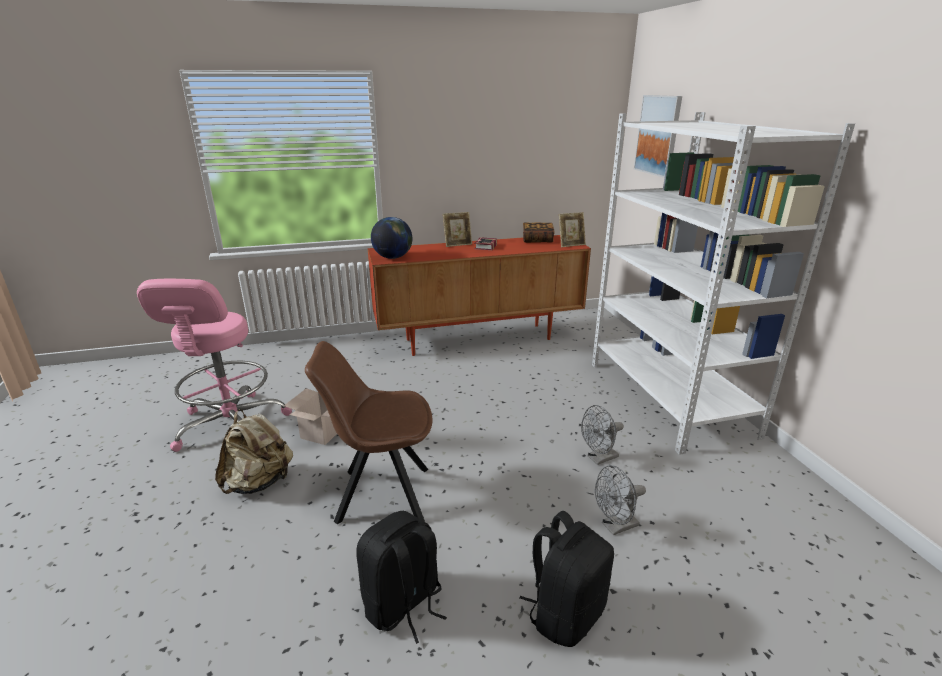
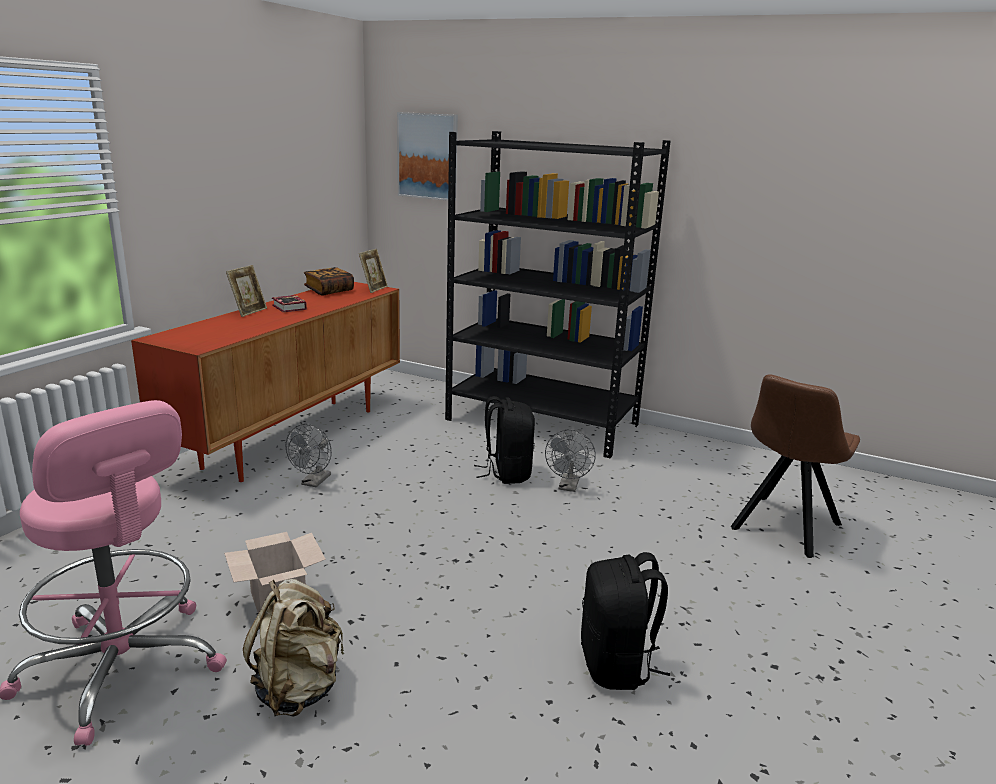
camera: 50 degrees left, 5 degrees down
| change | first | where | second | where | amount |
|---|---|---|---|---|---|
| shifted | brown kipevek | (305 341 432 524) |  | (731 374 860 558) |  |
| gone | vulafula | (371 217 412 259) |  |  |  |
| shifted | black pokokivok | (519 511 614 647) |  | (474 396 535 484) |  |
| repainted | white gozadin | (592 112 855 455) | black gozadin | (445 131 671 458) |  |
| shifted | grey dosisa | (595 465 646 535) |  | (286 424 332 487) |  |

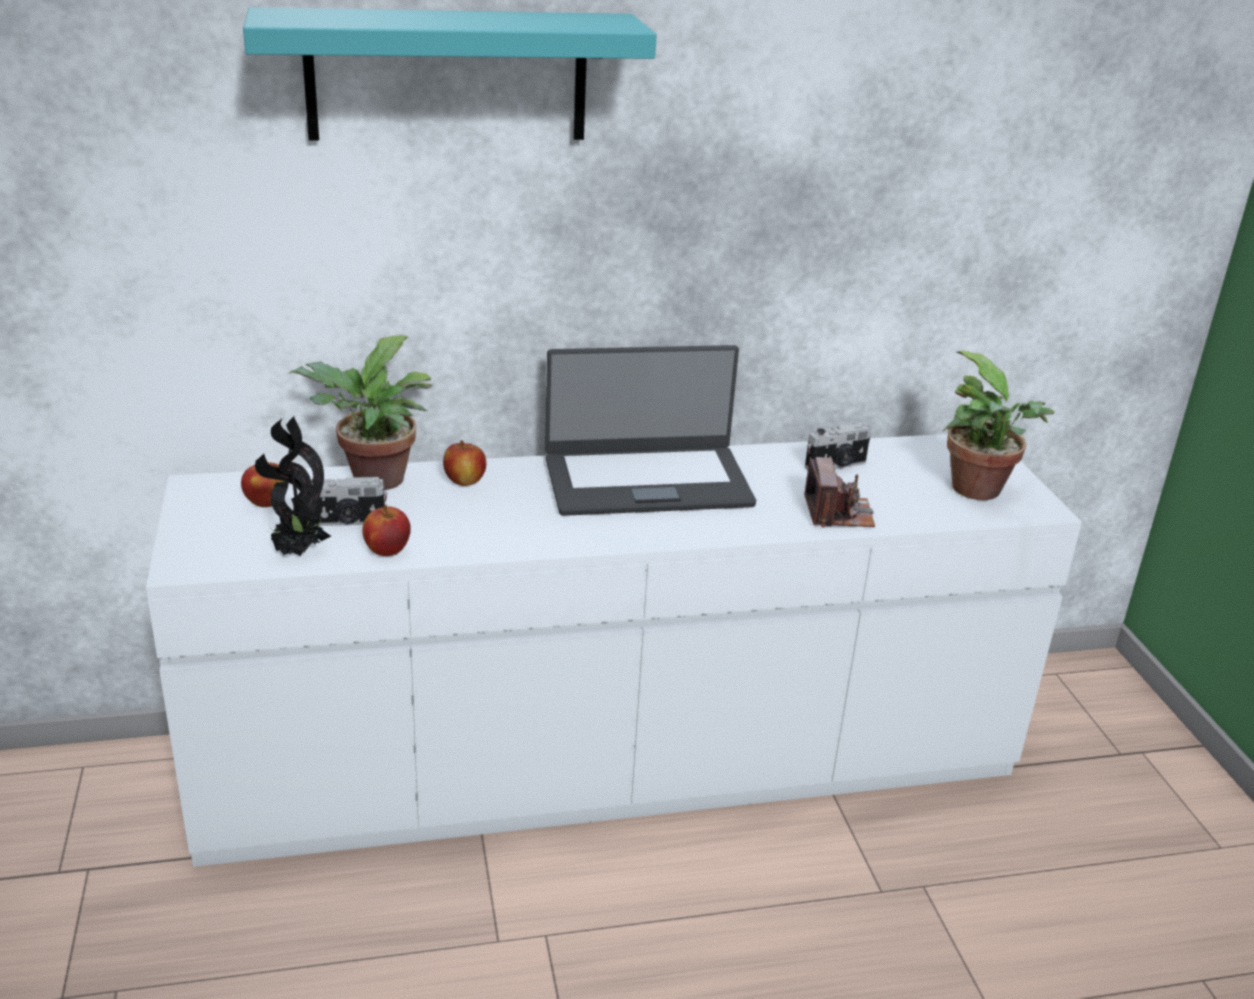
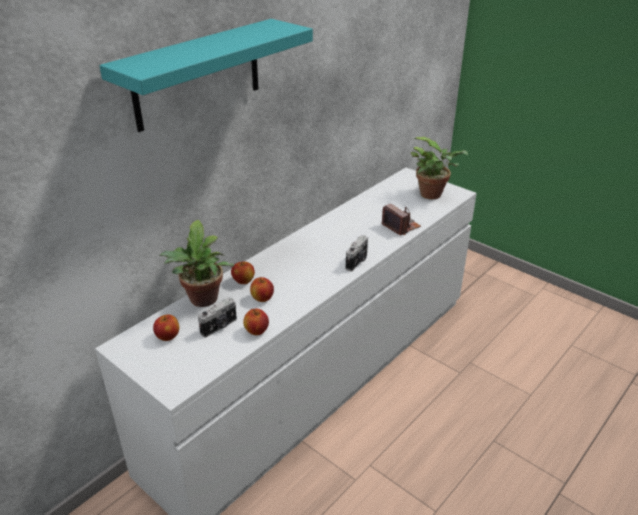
camera: 35 degrees left, 5 degrees up
| change | first | where | second | where | amount |
|---|---|---|---|---|---|
| gone | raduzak | (255 416 331 556) |  |  |  |
| gone | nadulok | (545 345 756 516) |  |  |  |
| shifted | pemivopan | (805 422 871 470) |  | (346 235 368 272) |  |
| new |  |  | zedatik | (250 277 274 302) |  |

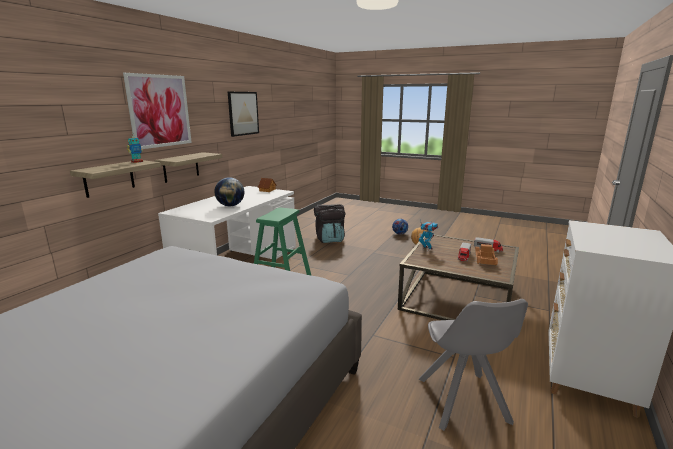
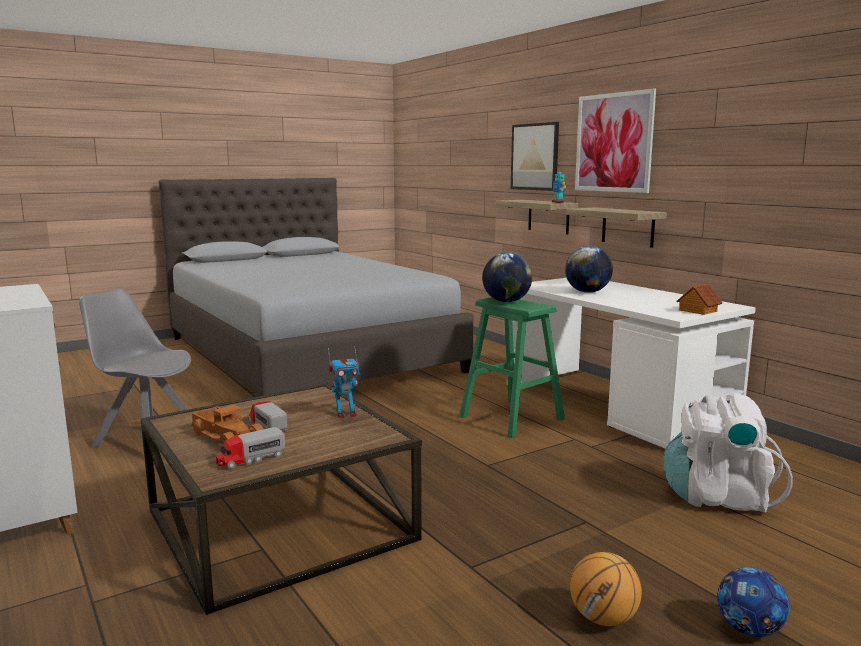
camera: 120 degrees right, 5 degrees down
| change | first | where | second | where | amount |
|---|---|---|---|---|---|
| shifted | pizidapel | (228 92 259 137) |  | (511 122 559 191) |  |
| repainted | black pokokivok | (314 204 345 243) | white pokokivok | (663 393 793 513) |  |
| new |  |  | vulafula | (482 252 532 302) |  |

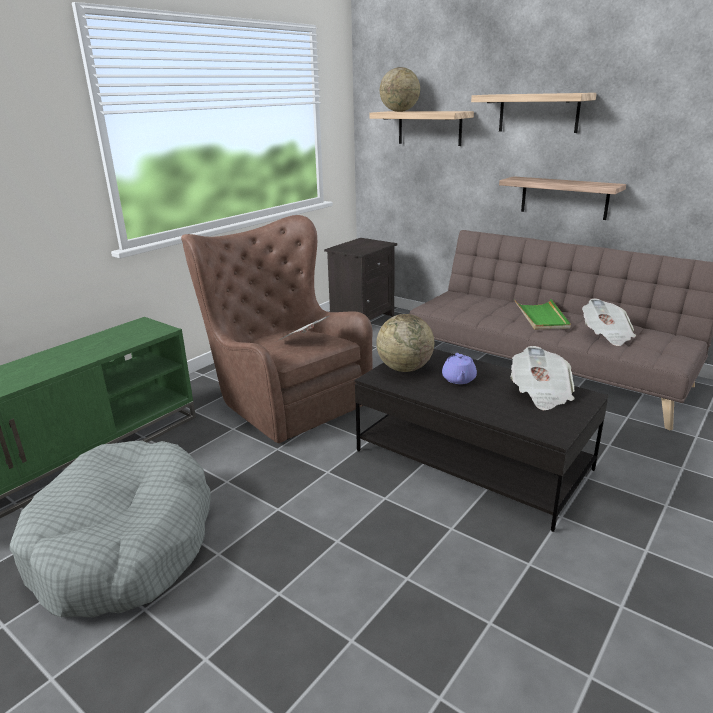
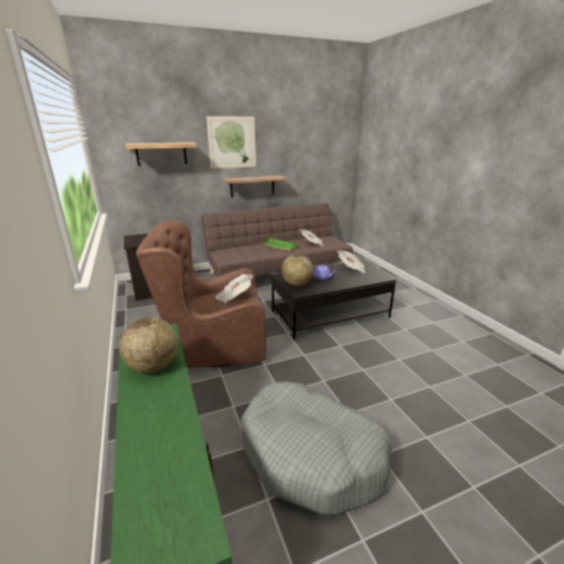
camera: 60 degrees left, 0 degrees up
| change | first | where | second | where | amount |
|---|---|---|---|---|---|
| shifted | vulafula | (380 67 420 112) |  | (119 317 178 373) |  |
| swapped | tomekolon | (471 93 597 133) | pizidapel | (206 116 256 168) |  |

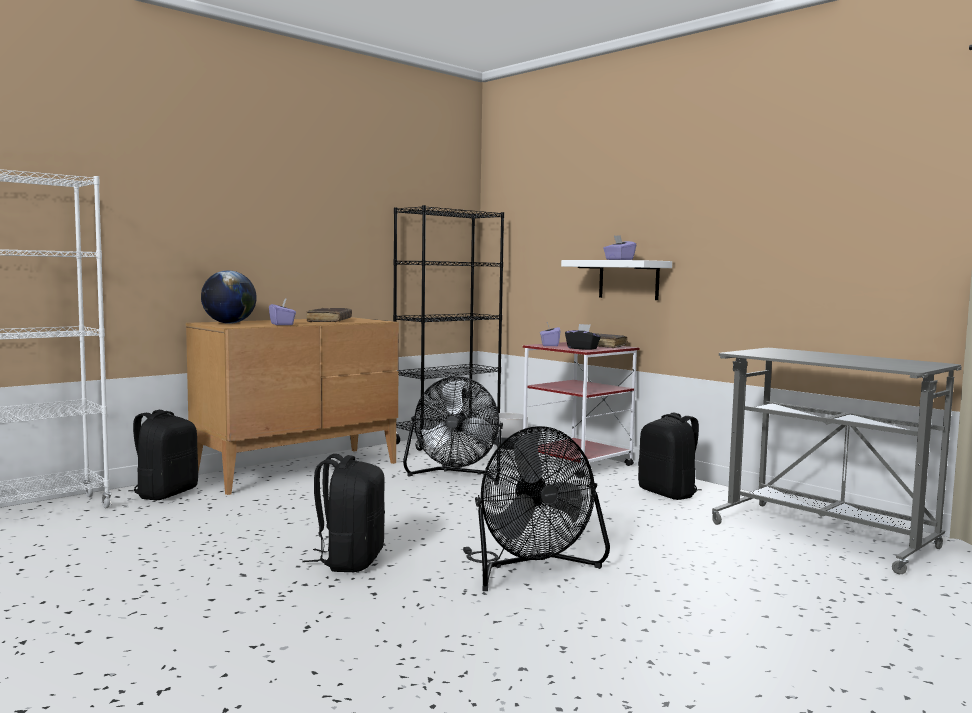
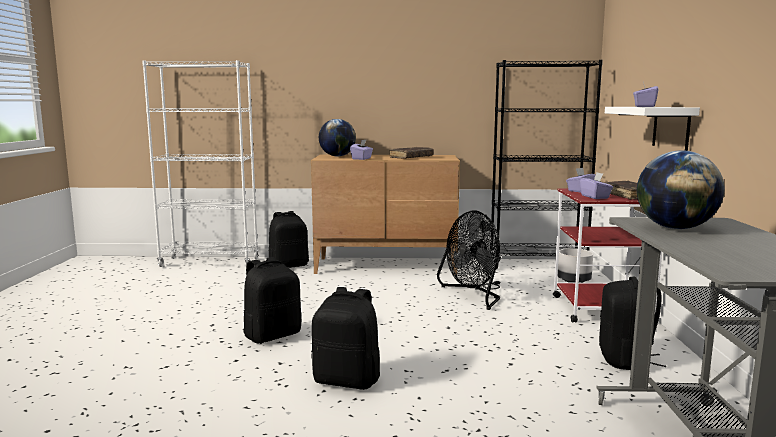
camera: 45 degrees right, 5 degrees up
| change | first | where | second | where | amount |
|---|---|---|---|---|---|
| swapped | black dosisa | (463 426 610 591) | black pokokivok | (311 287 380 390) |  |
| repainted | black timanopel | (565 324 601 350) | purple timanopel | (579 173 613 199) |  |
| new |  |  | vulafula | (637 150 725 229) |  |

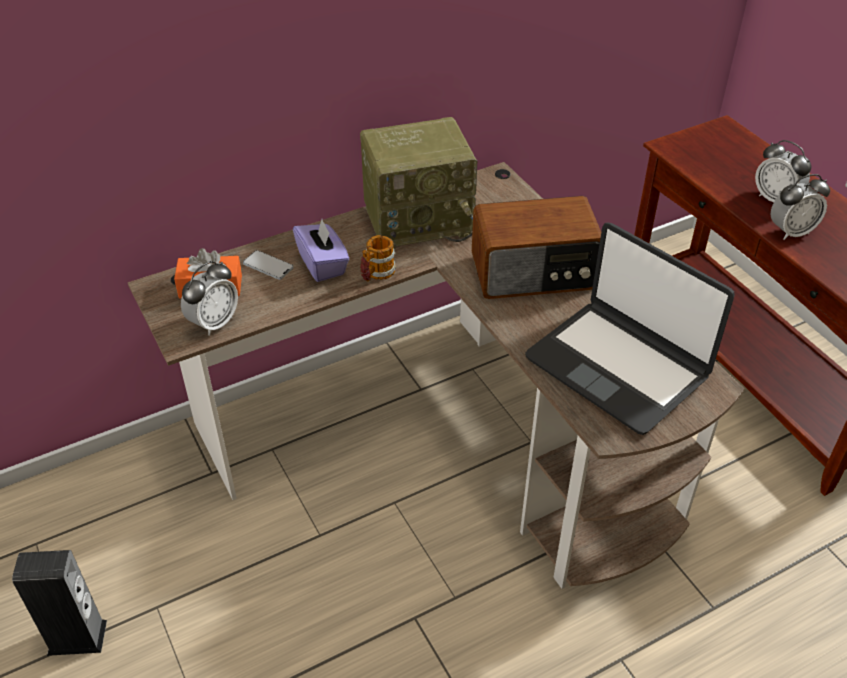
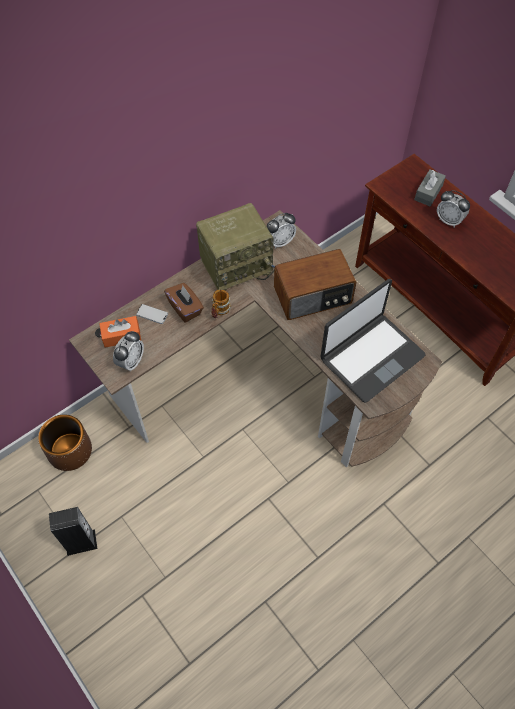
camera: 10 degrees left, 15 degrees up
| change | first | where | second | where | amount |
|---|---|---|---|---|---|
| repainted | purple timanopel | (293 219 349 282) | brown timanopel | (164 283 204 323) |  |
| rotated | nadulok | (525 222 735 435) |  | (320 279 426 403) | 75 degrees counterclockwise |
| shifted | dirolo | (770 174 830 240) |  | (266 213 296 249) |  |
| new |  |  | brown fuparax | (38 414 92 471) |  |
| new |  |  | grey timanopel | (414 169 446 206) |  |

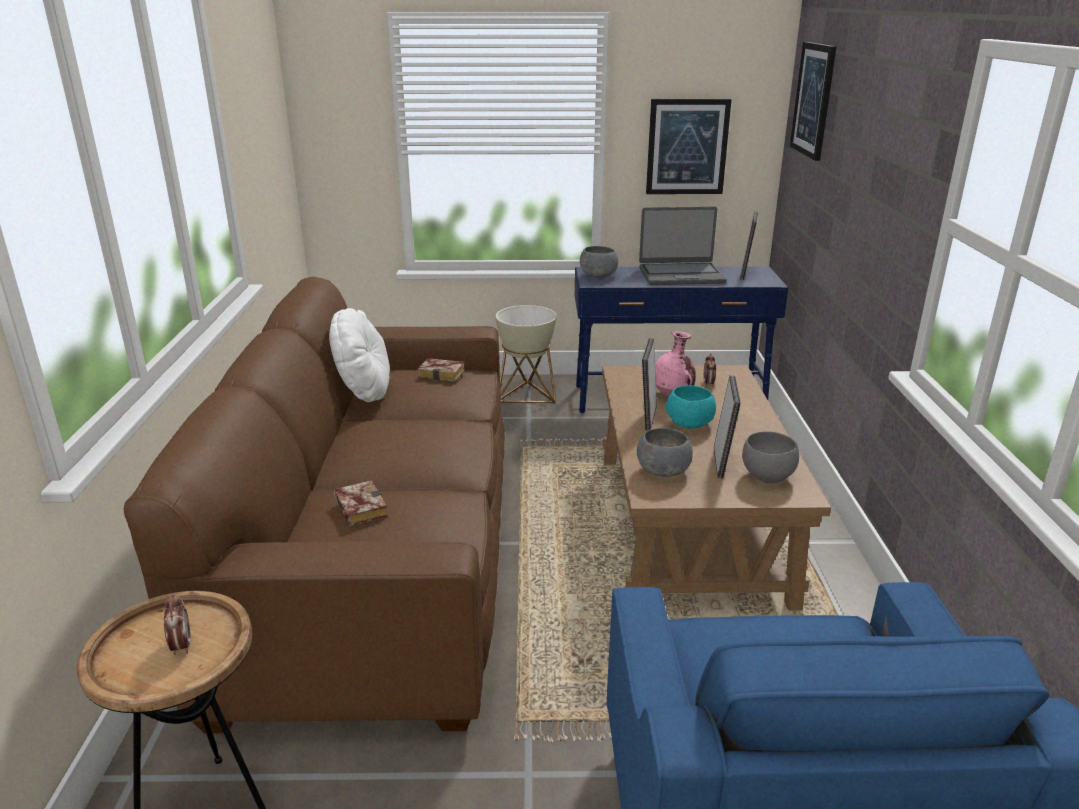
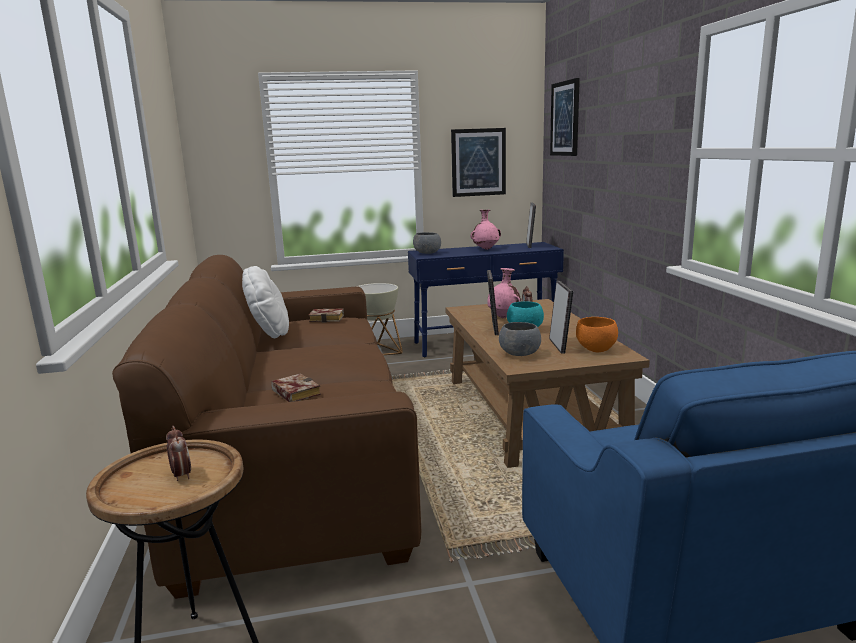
camera: 10 degrees left, 10 degrees down
| change | first | where | second | where | amount |
|---|---|---|---|---|---|
| swapped | nadulok | (639 207 726 285) | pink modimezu | (470 210 501 250) |  |
| repainted | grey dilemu | (742 431 799 483) | orange dilemu | (576 317 618 352) |  |

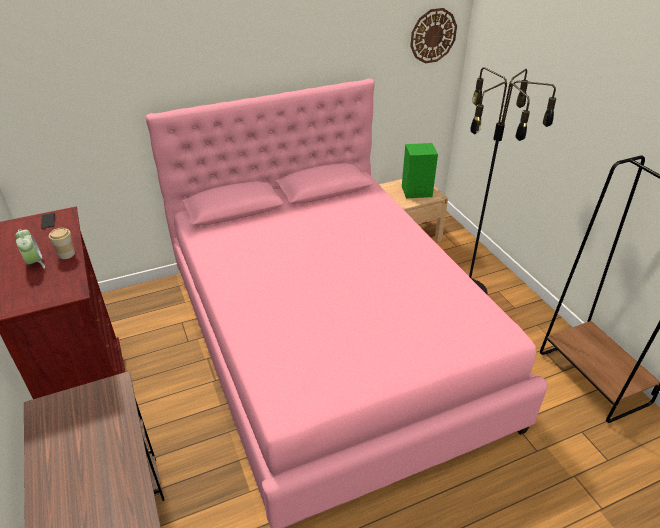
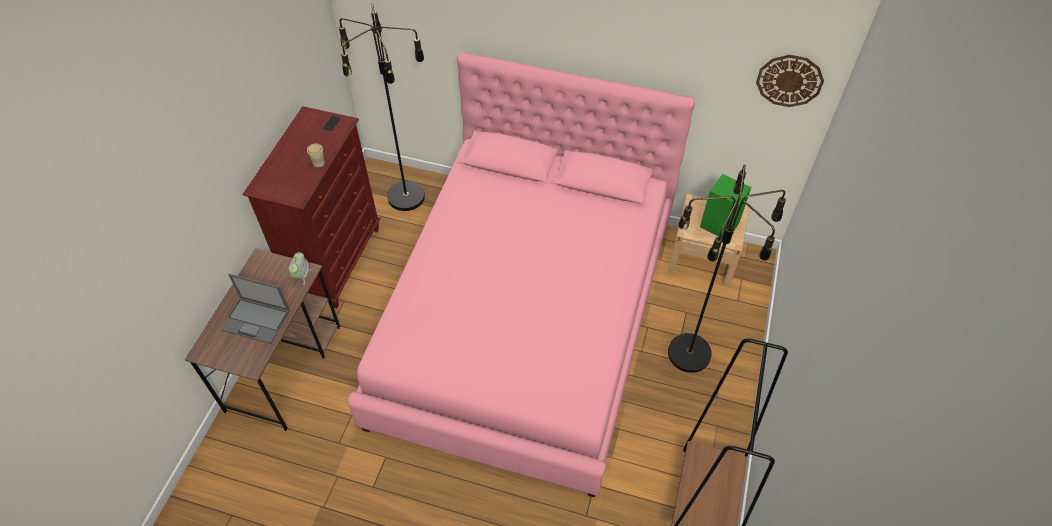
camera: 40 degrees right, 15 degrees up
| change | first | where | second | where | amount |
|---|---|---|---|---|---|
| shifted | dirolo | (16 229 45 268) |  | (288 252 311 285) |  |
| new |  |  | nadulok | (221 274 290 344) |  |
| new |  |  | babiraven | (339 3 425 211) |  |

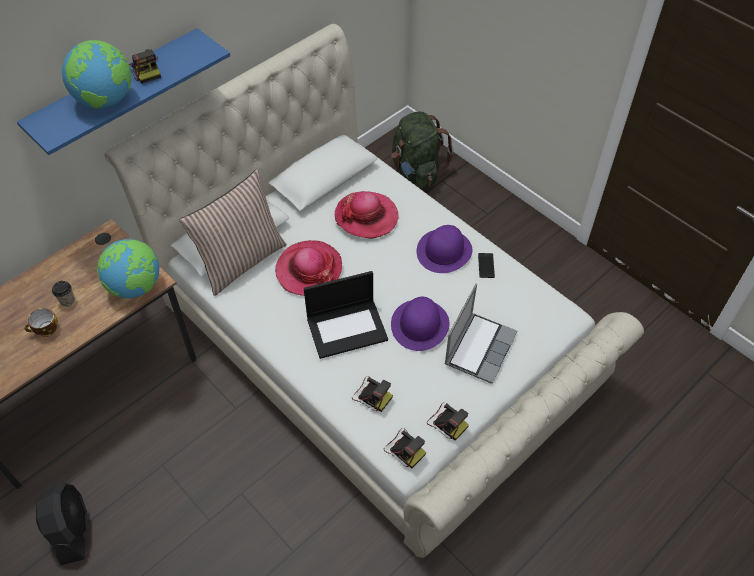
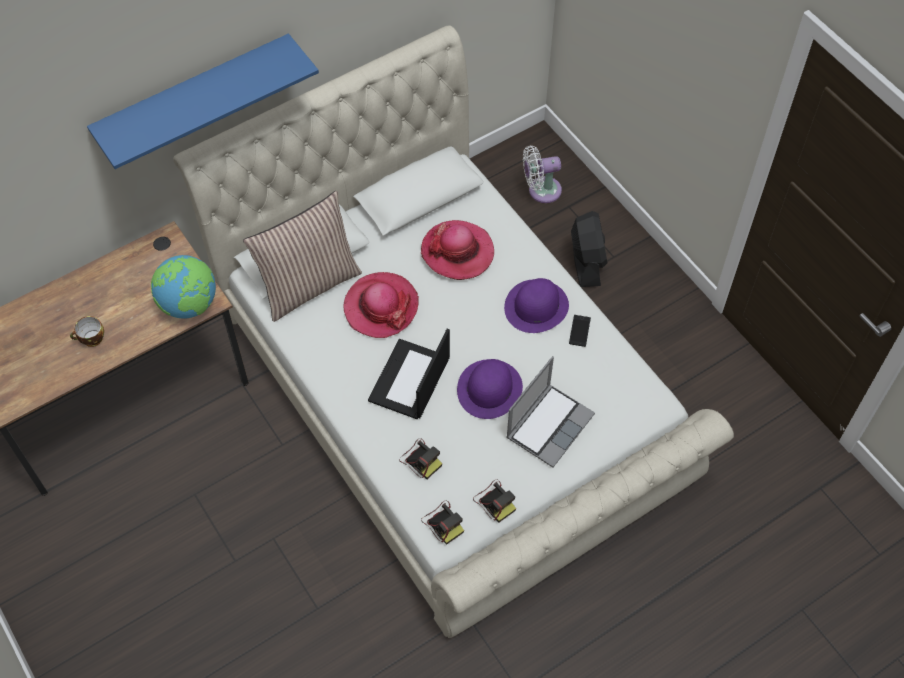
camera: 10 degrees right, 5 degrees up
| change | first | where | second | where | amount |
|---|---|---|---|---|---|
| shifted | black dosisa | (36 483 88 565) |  | (571 211 607 287) |  |
| gone | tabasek | (52 281 75 307) |  |  |  |
| gone | vulafula | (62 40 131 109) |  |  |  |
| gone | pemivopan | (129 49 161 84) |  |  |  |
| rotated | nadulok | (304 271 388 359) |  | (368 328 450 419) | 120 degrees clockwise |
| swapped | green pokokivok | (391 112 454 189) | white dosisa | (523 145 562 203) |  |

